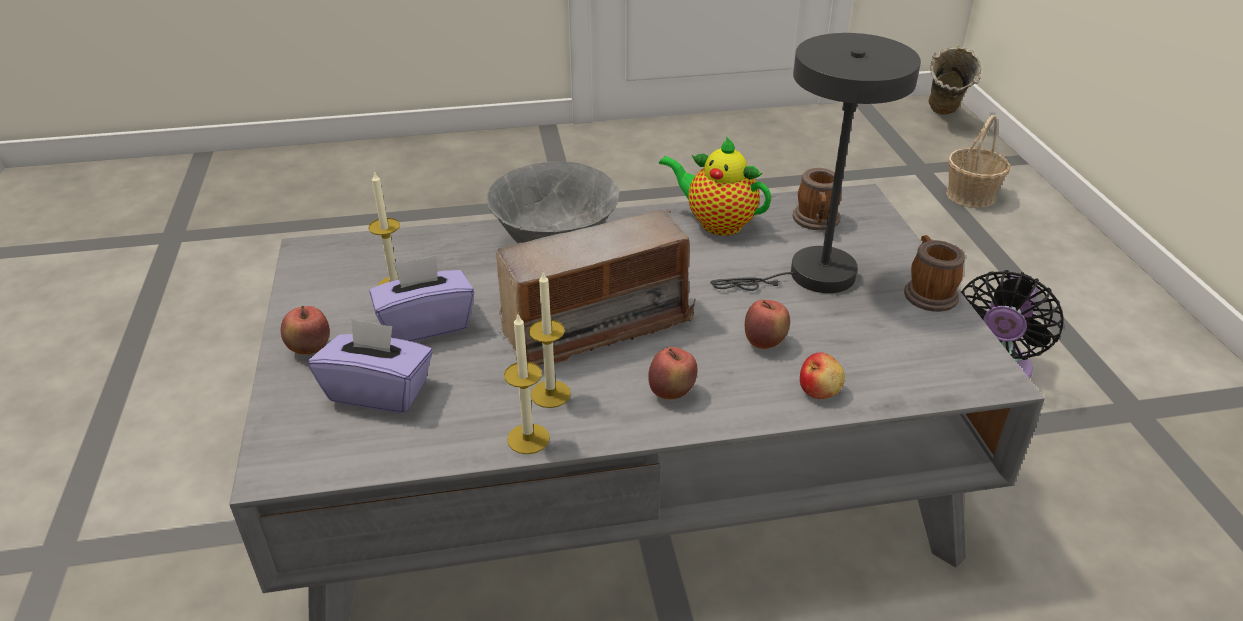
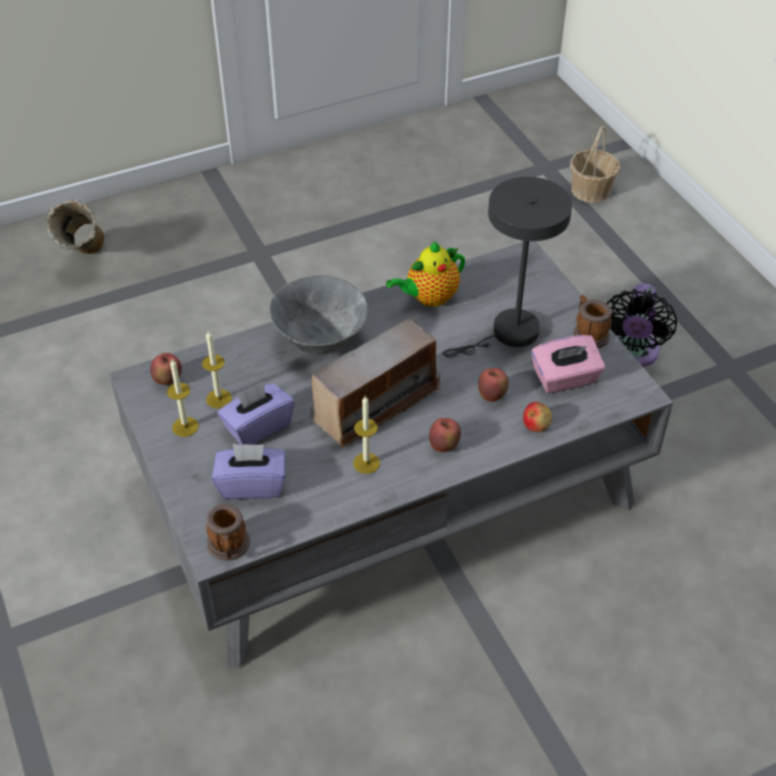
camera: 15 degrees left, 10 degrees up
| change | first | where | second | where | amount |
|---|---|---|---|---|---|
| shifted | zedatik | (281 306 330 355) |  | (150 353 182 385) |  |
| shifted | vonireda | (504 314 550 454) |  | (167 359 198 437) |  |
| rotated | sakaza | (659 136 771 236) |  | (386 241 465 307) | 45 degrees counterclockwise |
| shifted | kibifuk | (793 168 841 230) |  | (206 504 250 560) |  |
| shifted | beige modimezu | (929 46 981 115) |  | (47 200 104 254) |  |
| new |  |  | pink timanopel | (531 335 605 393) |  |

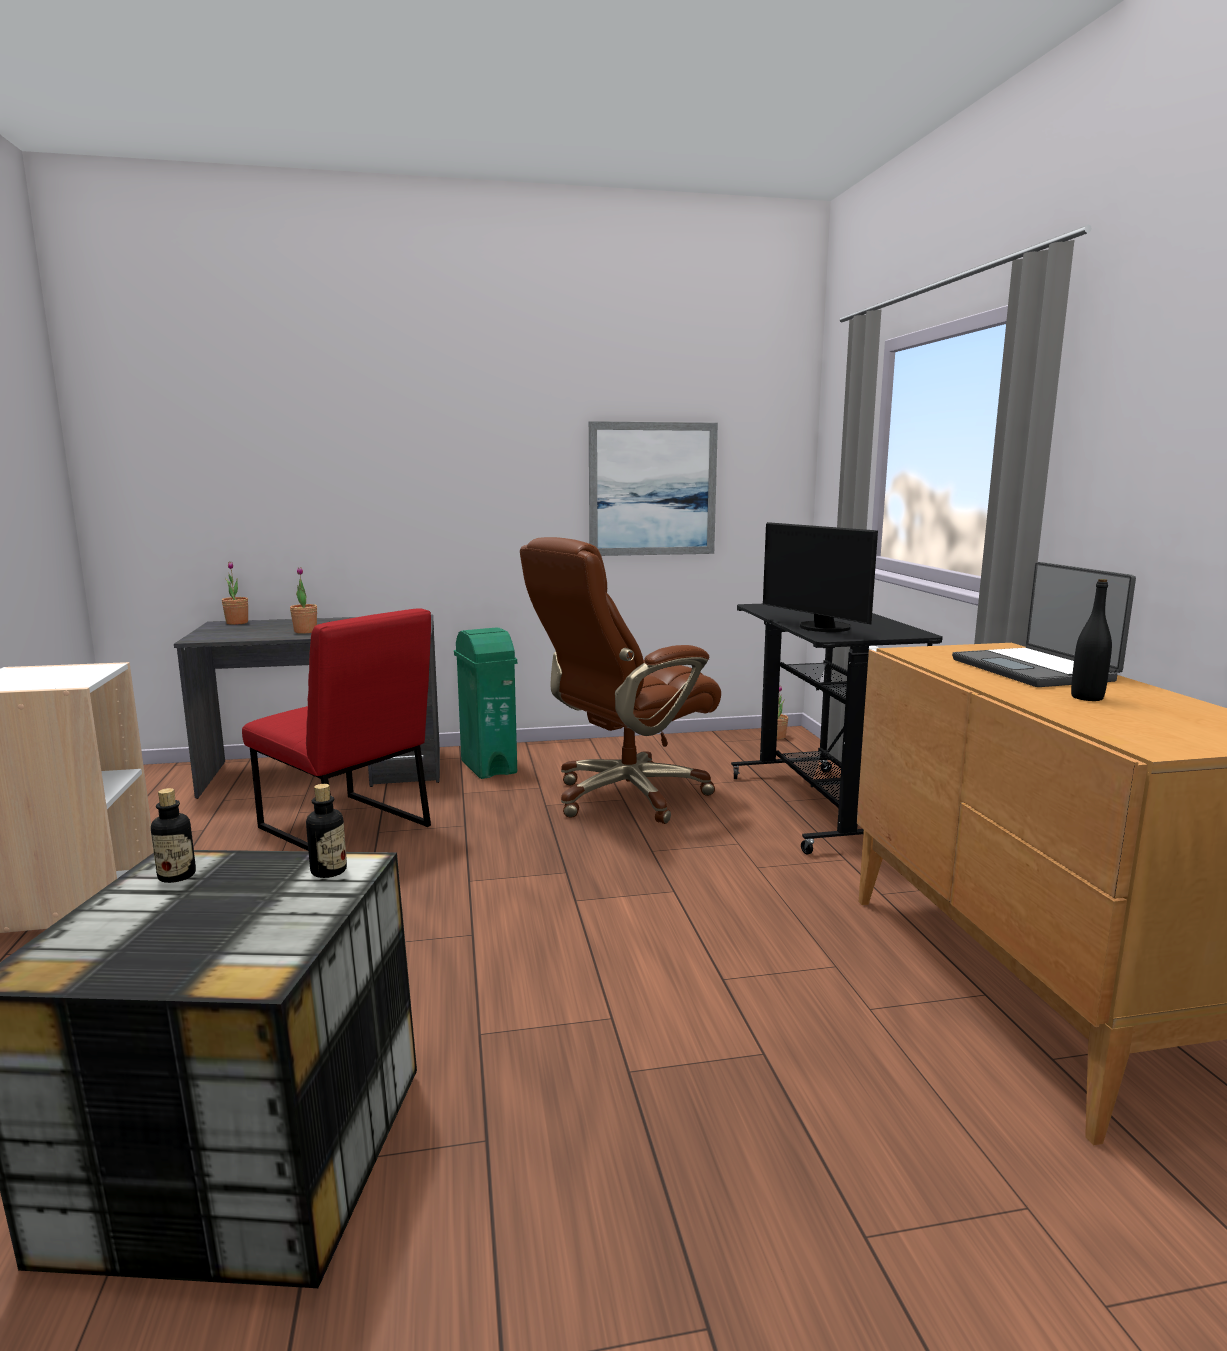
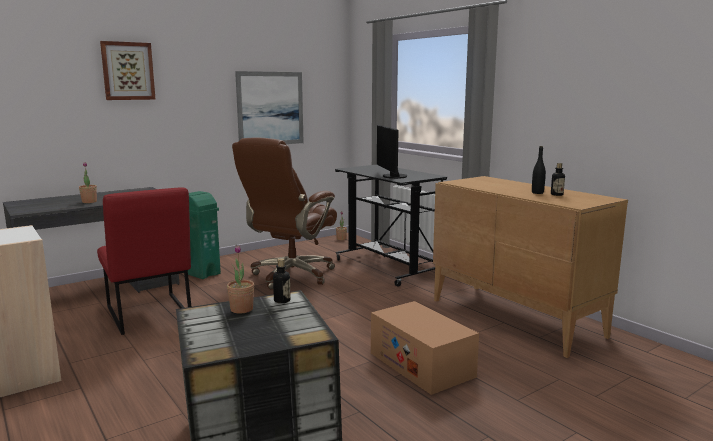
camera: 25 degrees left, 0 degrees up
| change | first | where | second | where | amount |
|---|---|---|---|---|---|
| shifted | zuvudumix | (151 788 196 883) |  | (551 163 565 196) |  |
| shifted | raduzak | (222 561 248 625) |  | (227 245 254 314) |  |
| rotated | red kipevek | (242 608 431 851) |  | (97 187 191 335) | 45 degrees clockwise |
| rotated | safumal | (763 522 878 632) |  | (377 125 408 179) | 45 degrees clockwise |
| gone | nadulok | (952 562 1136 687) |  |  |  |
| new |  |  | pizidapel | (100 41 156 100) |  |
| new |  |  | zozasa | (371 301 479 395) |  |

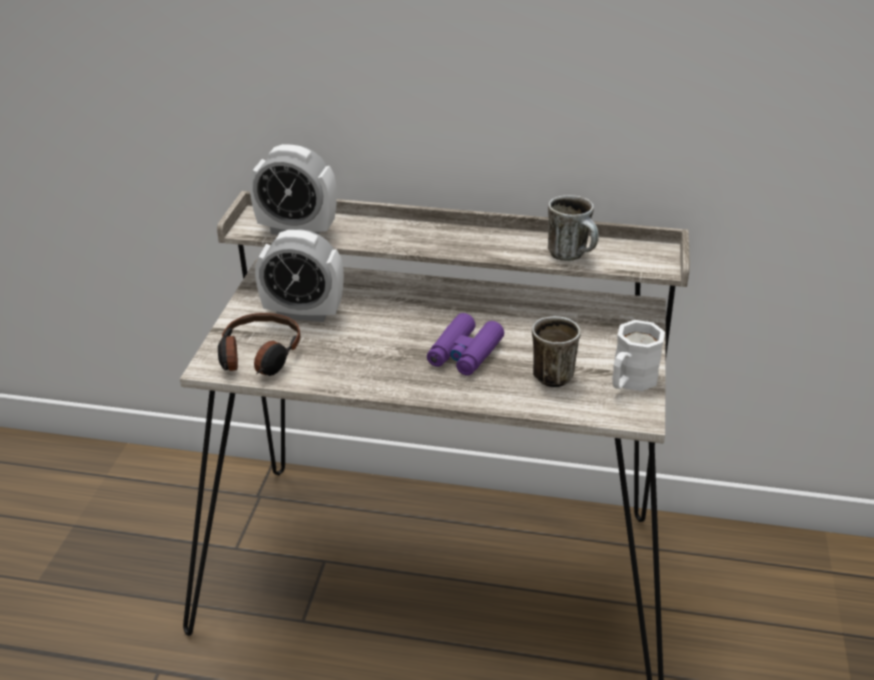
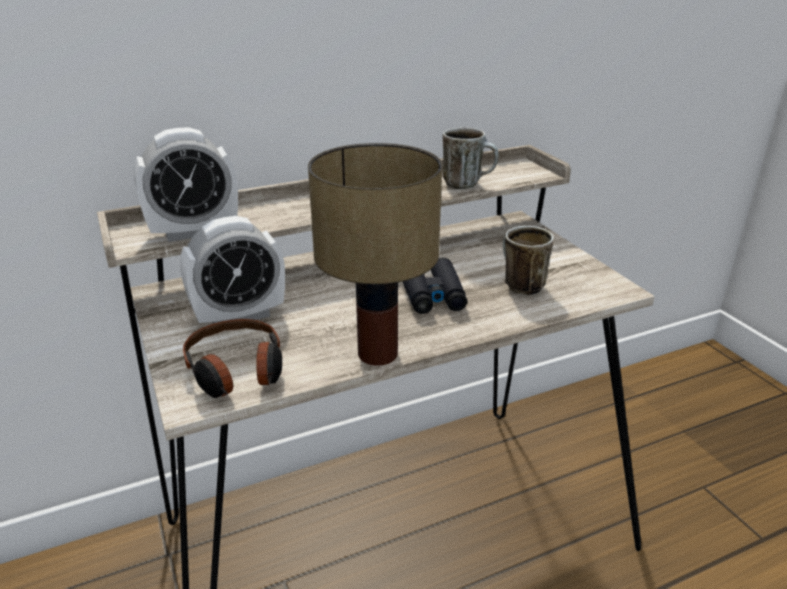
camera: 35 degrees left, 5 degrees down
| change | first | where | second | where | amount |
|---|---|---|---|---|---|
| repainted | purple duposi | (427 313 504 376) | black duposi | (403 258 467 314) |  |
| gone | white kibifuk | (612 320 665 391) |  |  |  |
| new |  |  | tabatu | (308 143 442 366) |  |

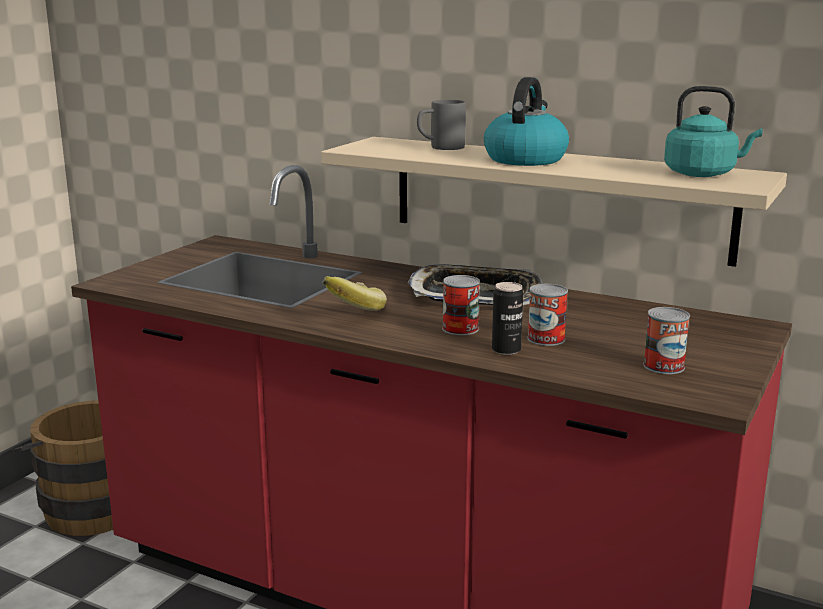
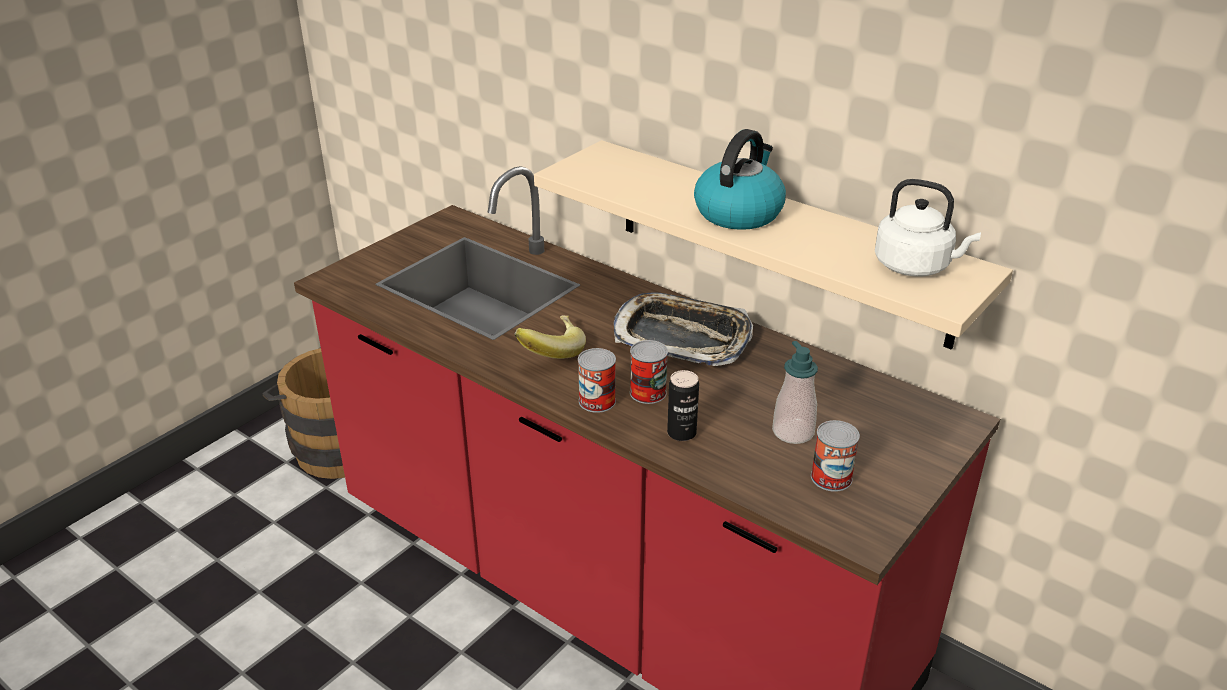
camera: 10 degrees right, 15 degrees up
| change | first | where | second | where | amount |
|---|---|---|---|---|---|
| gone | grey kibifuk | (417 100 466 150) |  |  |  |
| shifted | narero | (527 284 568 346) |  | (578 348 616 413) |  |
| repainted | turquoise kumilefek | (664 86 763 177) | white kumilefek | (875 179 981 277) |  |
| new |  |  | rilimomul | (772 341 818 444) |  |

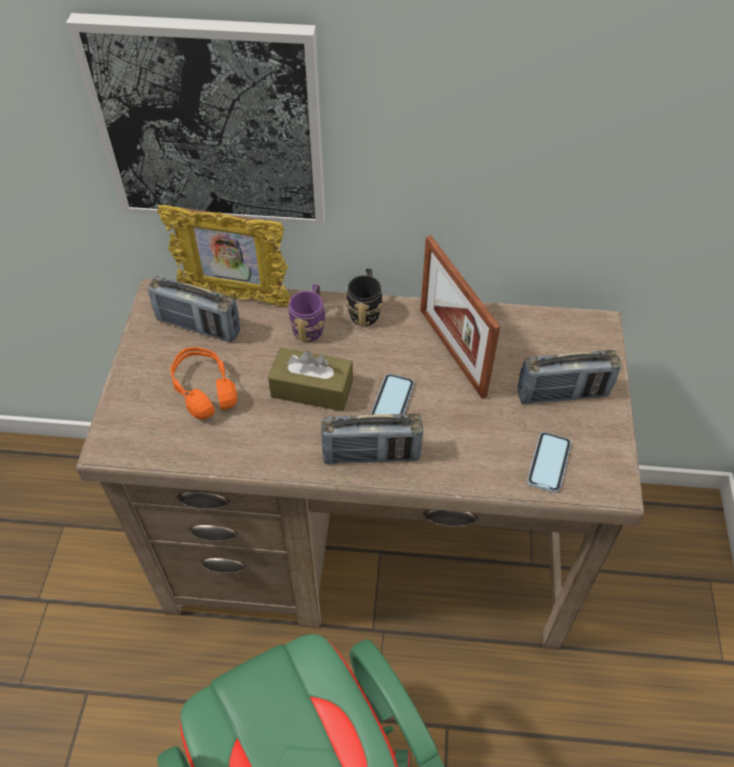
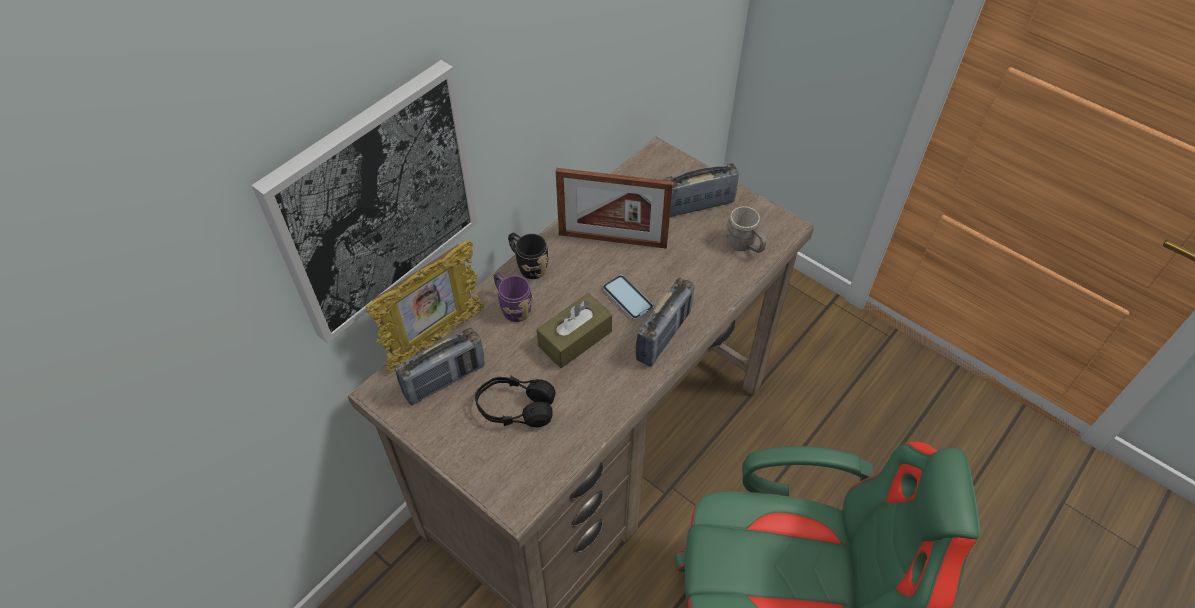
camera: 55 degrees left, 0 degrees up
| change | first | where | second | where | amount |
|---|---|---|---|---|---|
| repainted | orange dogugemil | (171 347 238 420) | black dogugemil | (475 376 556 427) |  |
| rotated | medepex | (517 350 621 404) |  | (663 163 739 217) | 135 degrees counterclockwise |
| swapped | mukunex | (527 432 571 493) | grey kibifuk | (727 206 766 253) |  |

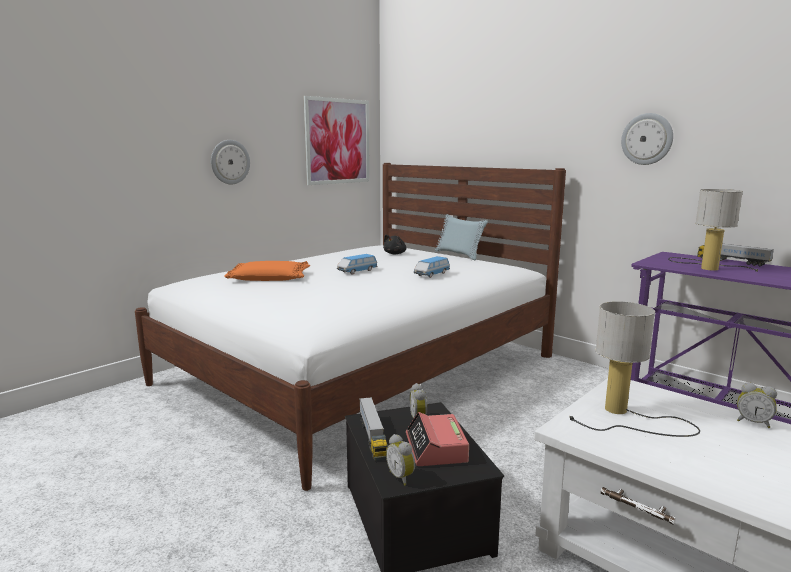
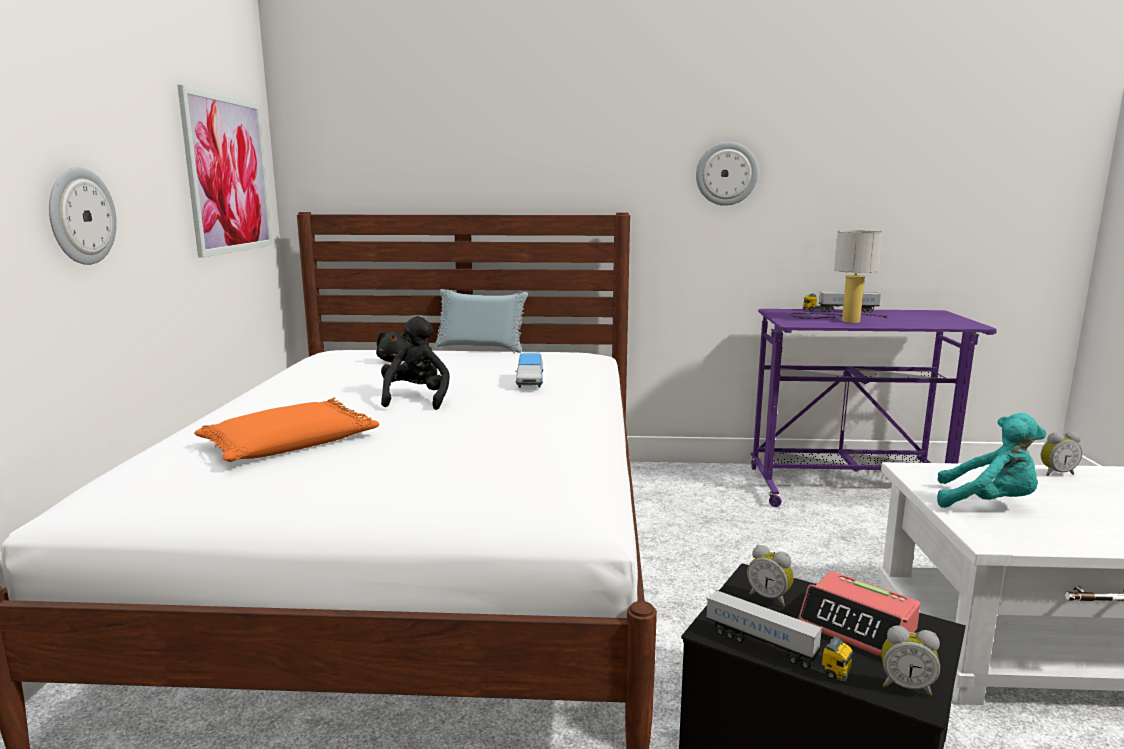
camera: 40 degrees left, 0 degrees up
| change | first | where | second | where | amount |
|---|---|---|---|---|---|
| swapped | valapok | (337 254 378 275) | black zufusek | (381 316 450 410) |  |
| swapped | tabatu | (569 301 700 437) | turquoise zufusek | (937 413 1046 508) |  |

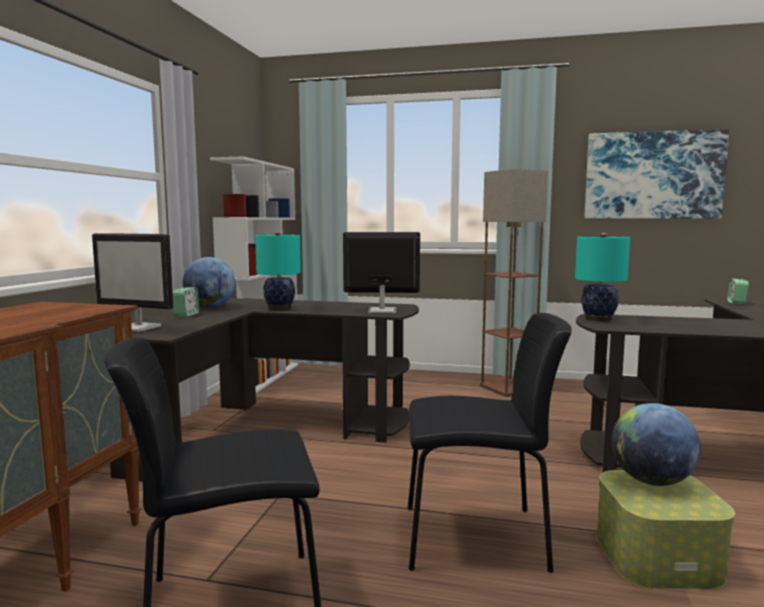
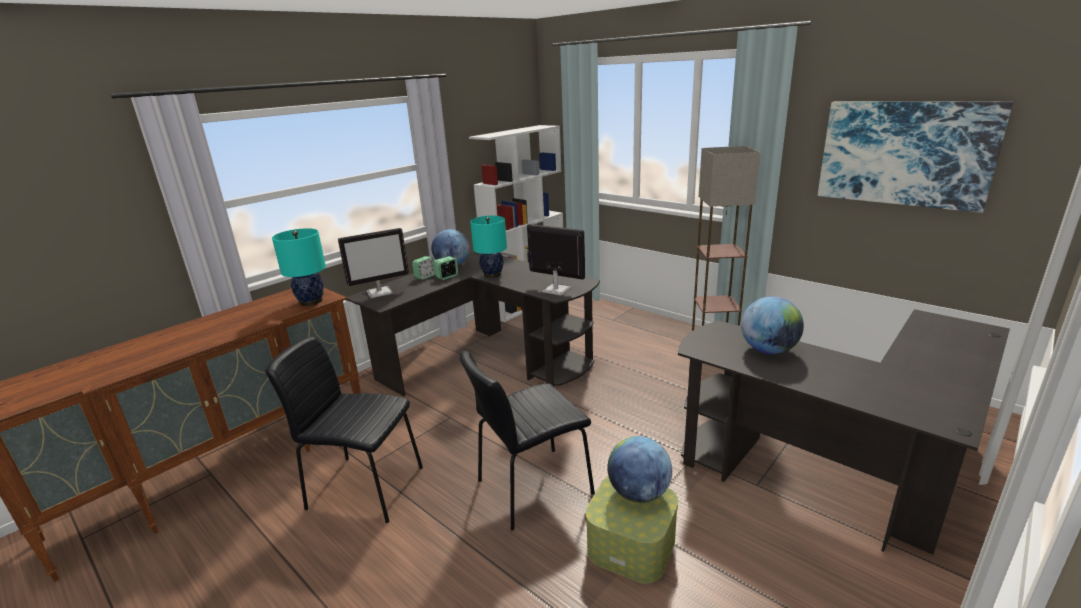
camera: 30 degrees right, 15 degrees up
| change | first | where | second | where | amount |
|---|---|---|---|---|---|
| rotated | safumal | (92 233 174 332) |  | (338 228 409 298) | 75 degrees counterclockwise |
| rotated | black kipevek | (408 313 572 573) |  | (459 351 595 530) | 120 degrees clockwise |
| shifted | turquoise tabatu | (575 233 630 321) |  | (272 228 326 306) |  |
| shifted | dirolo | (727 279 749 304) |  | (434 256 458 280) |  |
| new |  |  | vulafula | (741 296 804 354) |  |

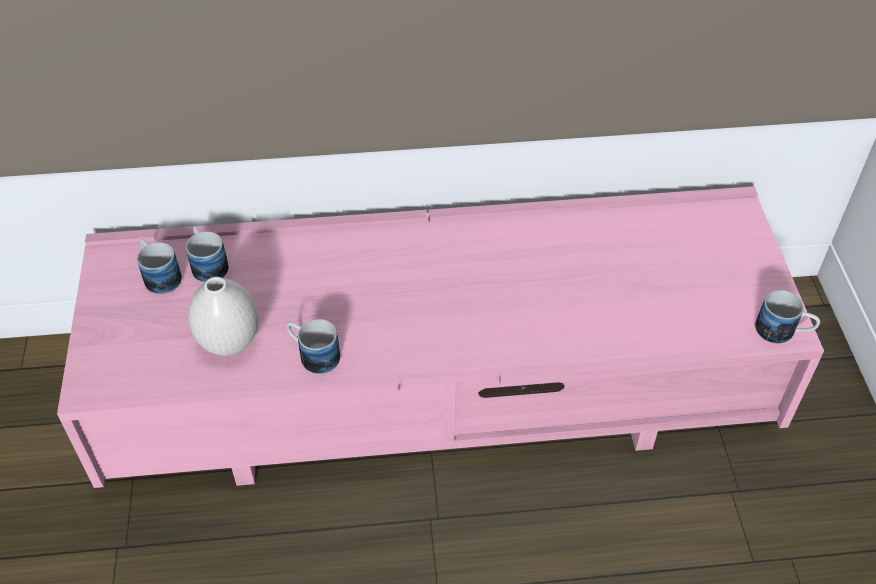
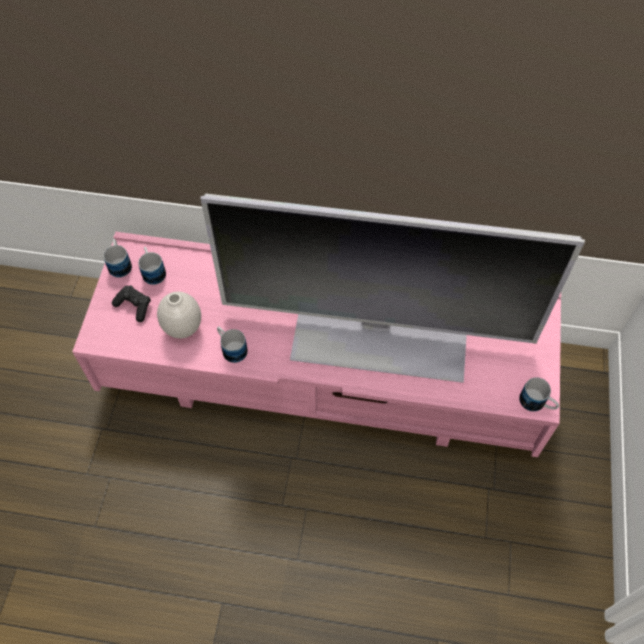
camera: 15 degrees right, 10 degrees up
| change | first | where | second | where | amount |
|---|---|---|---|---|---|
| shifted | kibifuk | (186 226 229 283) |  | (103 239 132 278) |  |
| new |  |  | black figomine | (112 285 151 322) |  |
| new |  |  | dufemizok | (200 194 585 383) |  |

